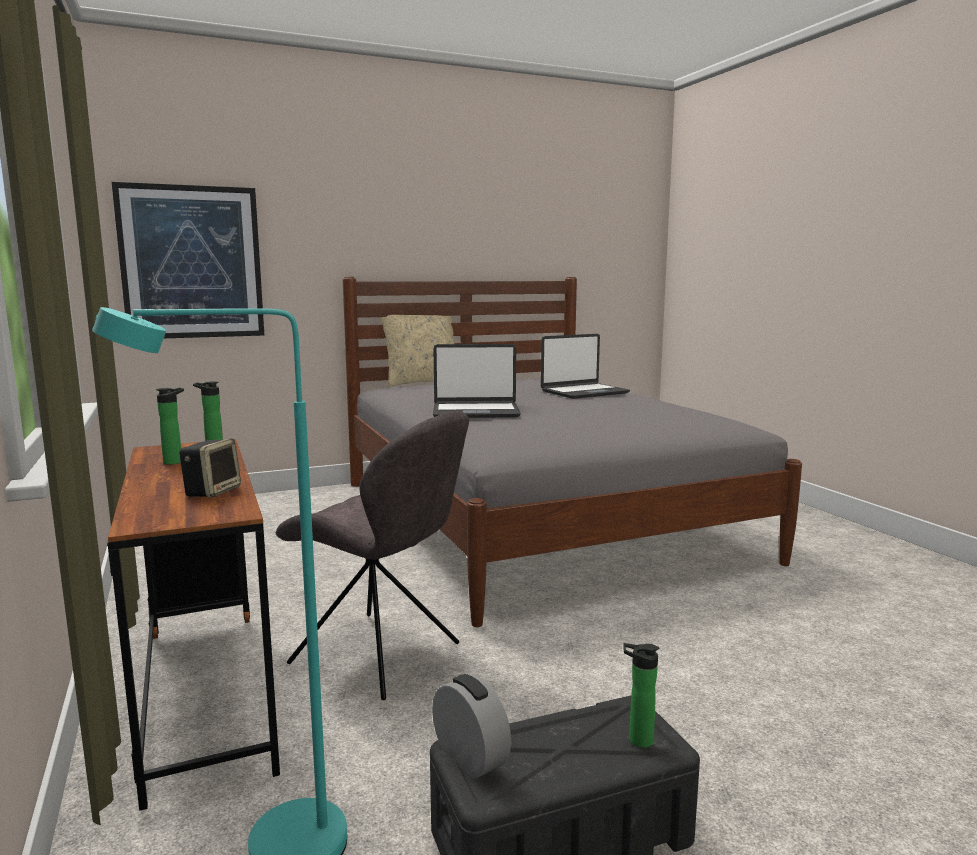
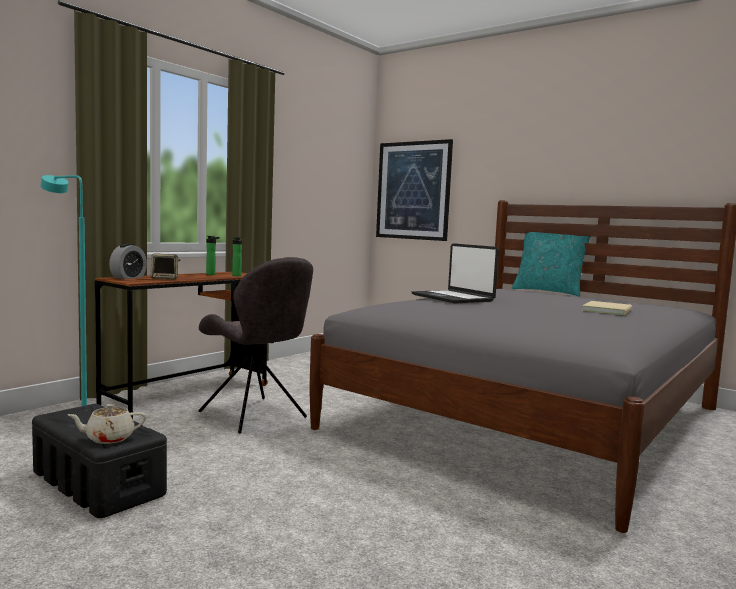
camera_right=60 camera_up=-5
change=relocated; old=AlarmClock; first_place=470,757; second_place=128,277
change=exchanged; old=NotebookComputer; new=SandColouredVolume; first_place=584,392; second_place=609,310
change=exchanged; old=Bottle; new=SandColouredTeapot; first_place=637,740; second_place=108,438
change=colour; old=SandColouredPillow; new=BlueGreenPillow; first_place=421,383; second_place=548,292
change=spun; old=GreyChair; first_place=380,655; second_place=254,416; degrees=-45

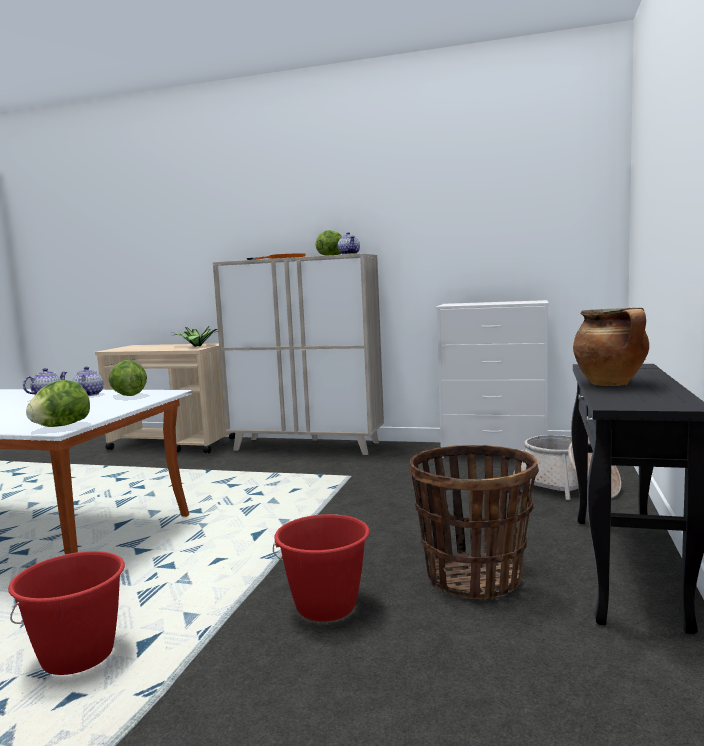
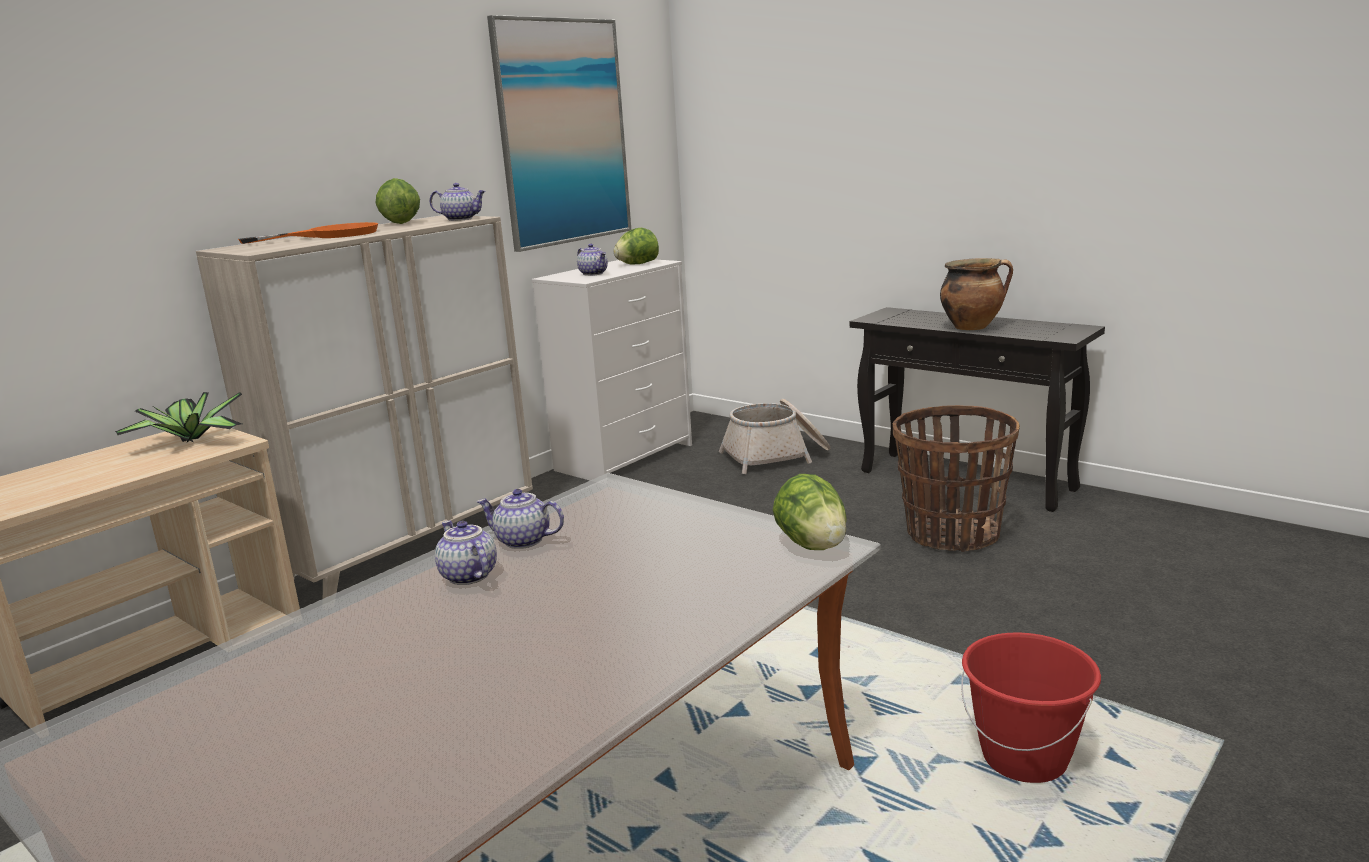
camera_right=-65 camera_up=10
change=missing; old=ReddishPail; first_place=326,607
change=appeared; new=WallArt; second_place=563,133
change=appeared; new=Teapot; second_place=594,273
change=relocated; old=HeadOfLettuce; first_place=128,395; second_place=637,264

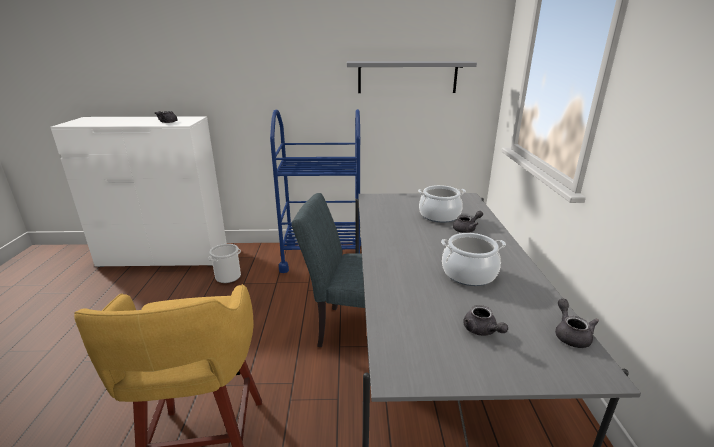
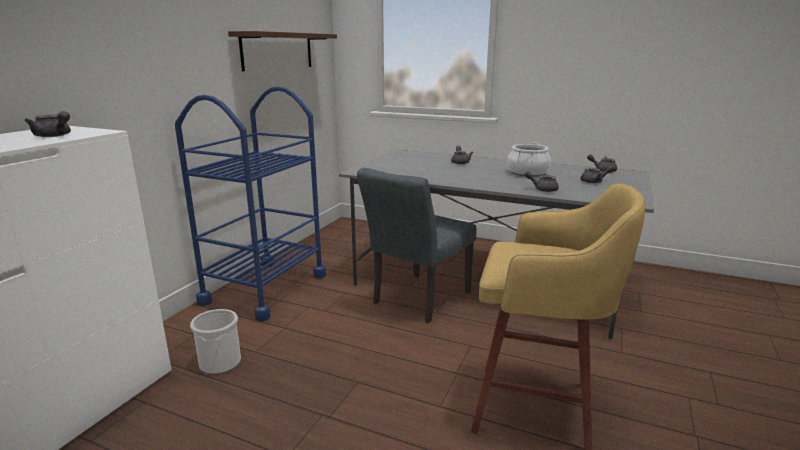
camera_right=-65 camera_up=-5
change=missing; old=Saucepot; first_place=439,216
change=appeared; new=GreyTeapot; second_place=542,189
change=colour; old=GreyShelf; new=BrownShelf; first_place=407,77; second_place=278,51

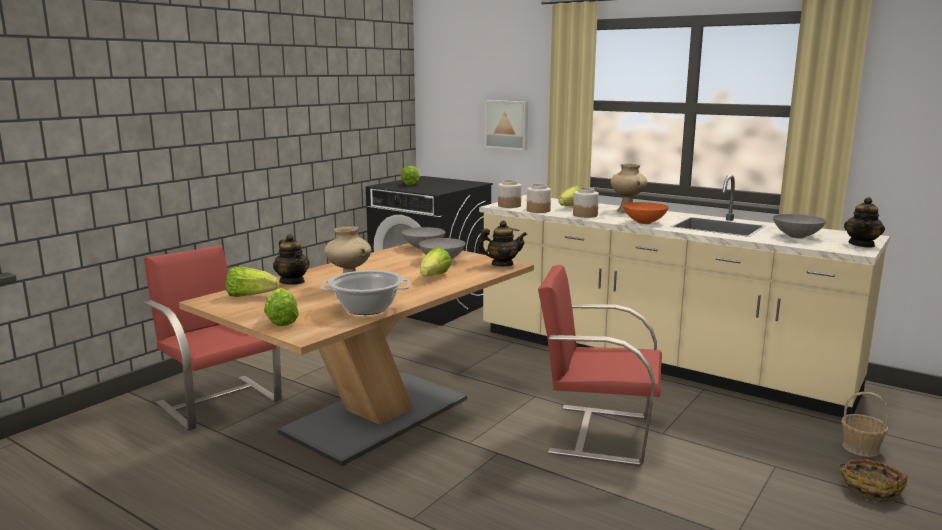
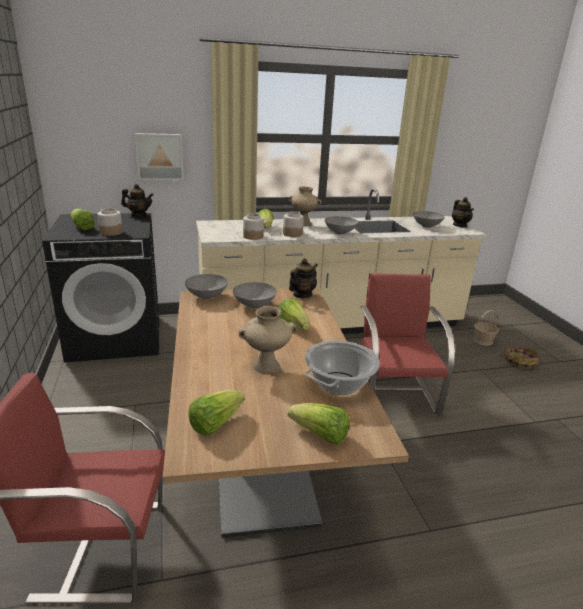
camera_right=-50 camera_up=10
change=relocated; old=Teapot; first_place=292,282; second_place=139,215
change=relocated; old=StorageJar; first_place=509,206; second_place=111,232
change=colour; old=OrangeDeepDish; new=GreyDeepDish; first_place=645,222; second_place=340,232
change=spun; old=ReddishChair; first_place=597,433; second_place=394,394; degrees=120

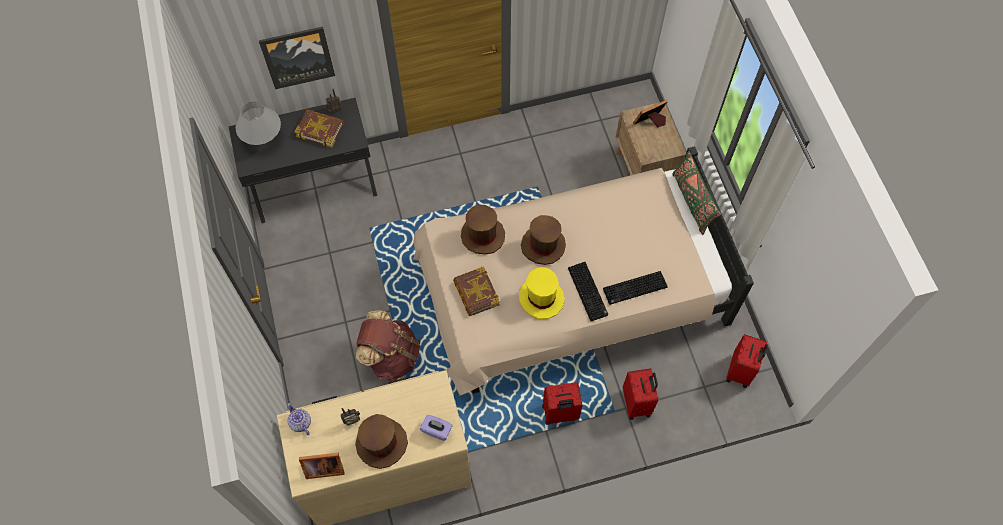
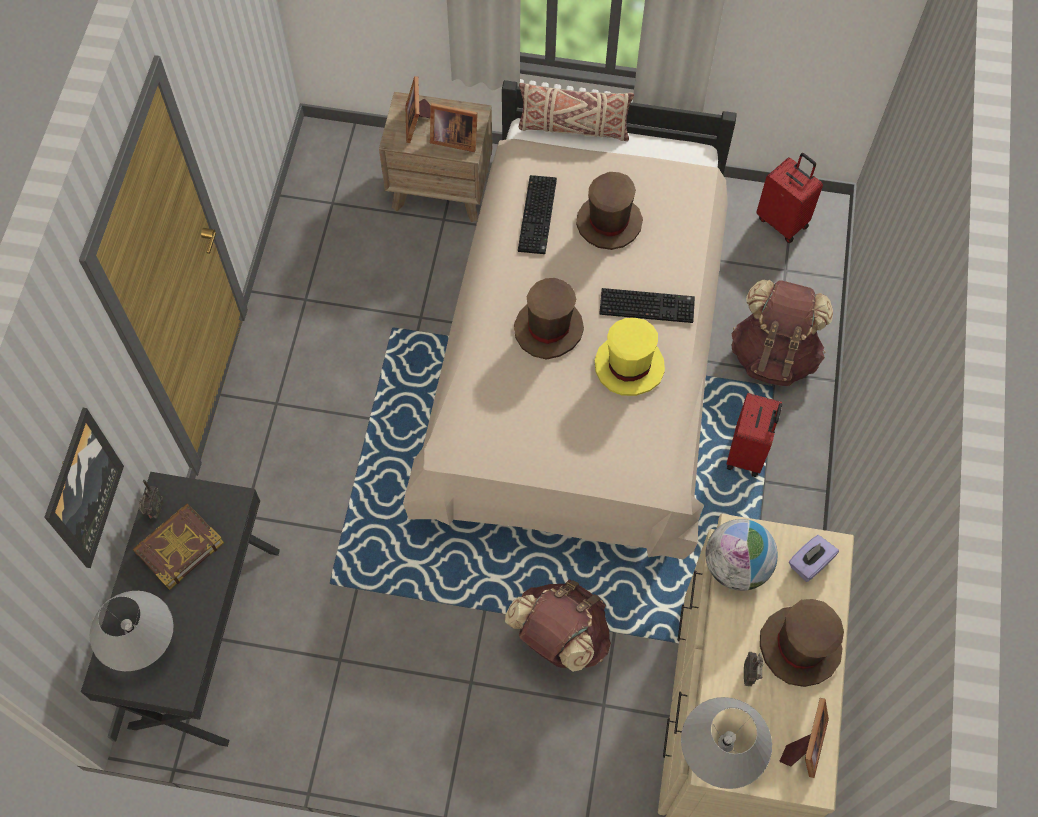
camera_right=-65 camera_up=0
change=missing; old=Volume; first_place=476,293
change=appeared; new=PictureFrame; second_place=453,138
change=appeared; new=DeskGlobe; second_place=736,566
change=relocated; old=BrownClothingHat; first_place=482,235; second_place=609,223
change=relocated; old=ComputerKeyboard; first_place=634,289; second_place=538,216
change=exchanged; old=Teapot; new=GreyLampForATable; first_place=300,423; second_place=719,752
change=exchanged; old=ReddishPieceOfLuggage; new=BrownBackpack; first_place=637,403; second_place=773,355
change=colour; old=GreenishPillow; new=SandColouredPillow; first_place=692,201; second_place=573,128

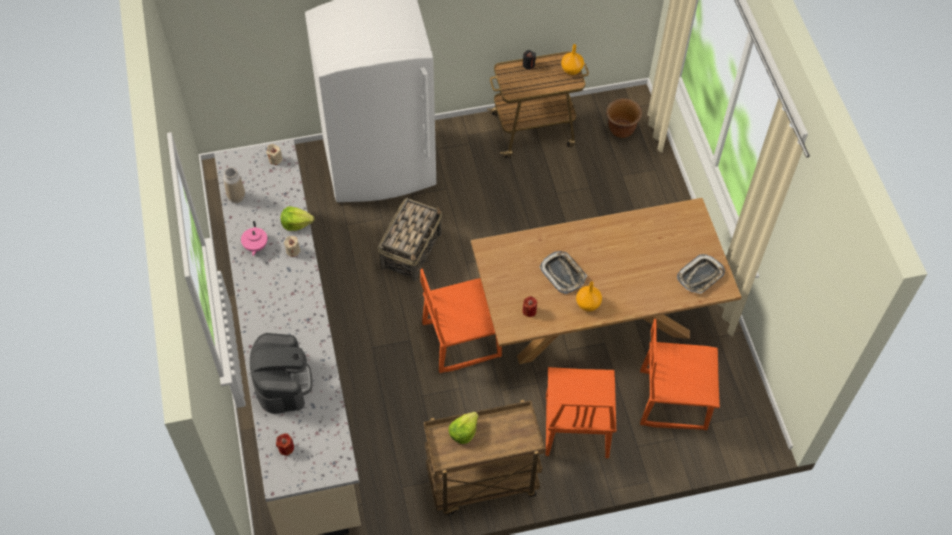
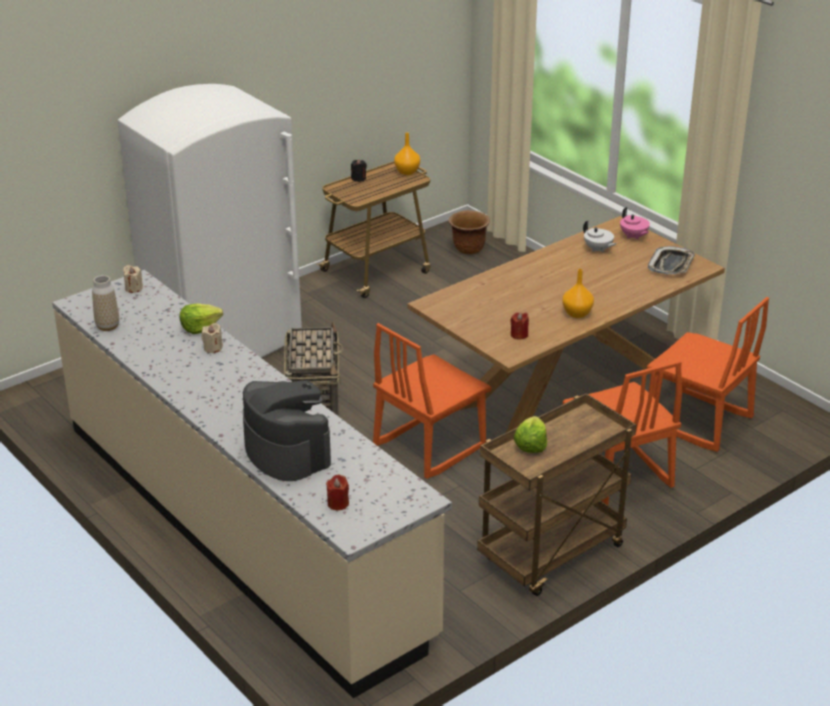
camera_right=-25 camera_up=-25
change=missing; old=CarryingTray; first_place=563,274
change=appeared; new=WhiteTeapot; second_place=598,249
change=relocated; old=PinkTeapot; first_place=255,246; second_place=633,237
change=spun; old=OrangeChair; first_place=673,399; second_place=698,422; degrees=-120

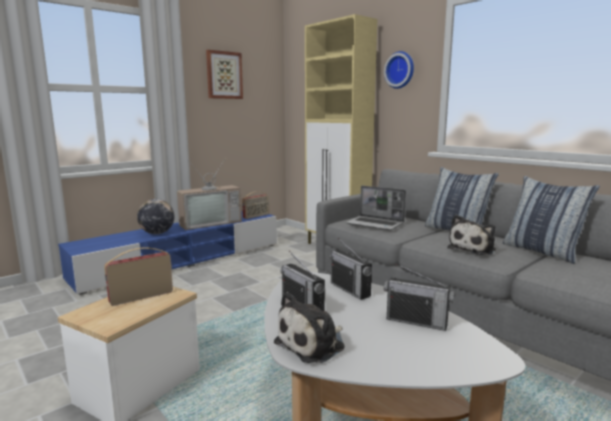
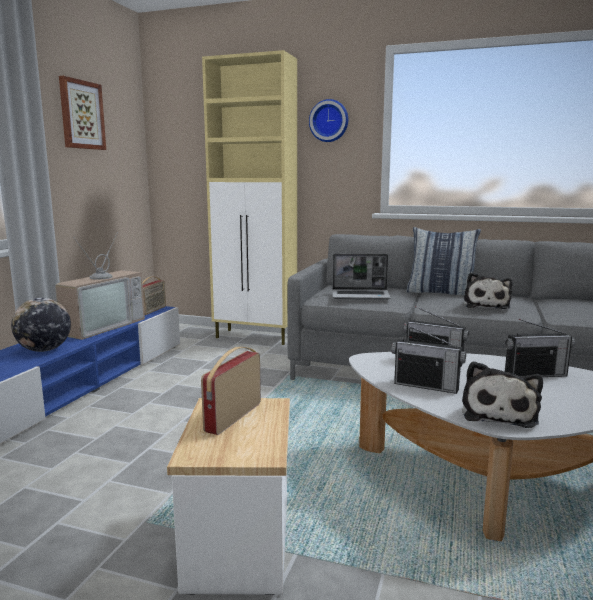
camera_right=-30 camera_up=0
change=missing; old=Pillow; first_place=542,251

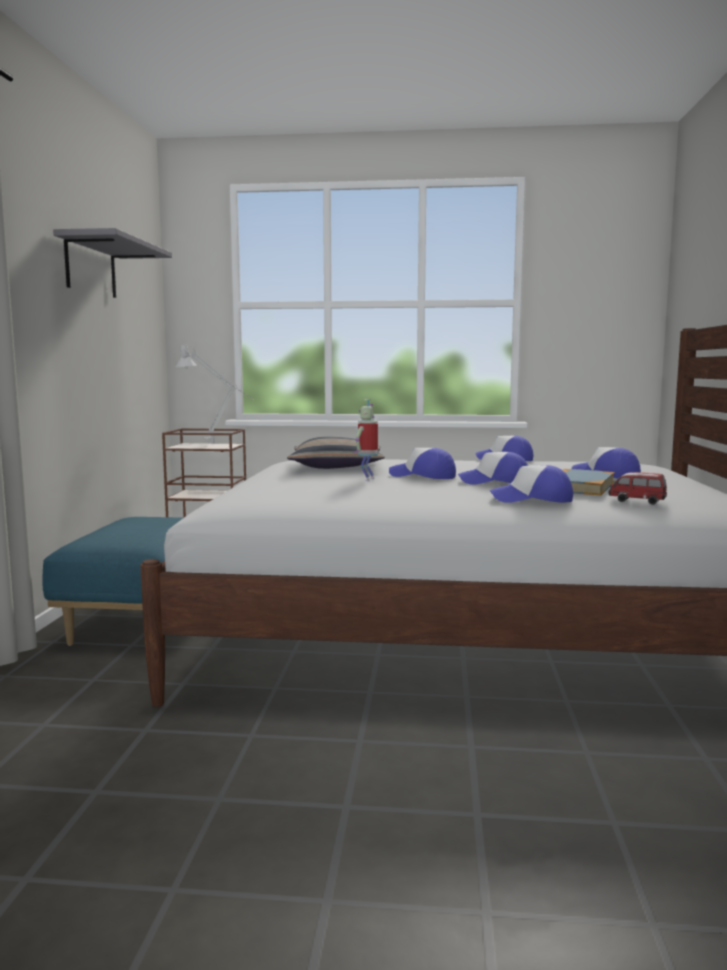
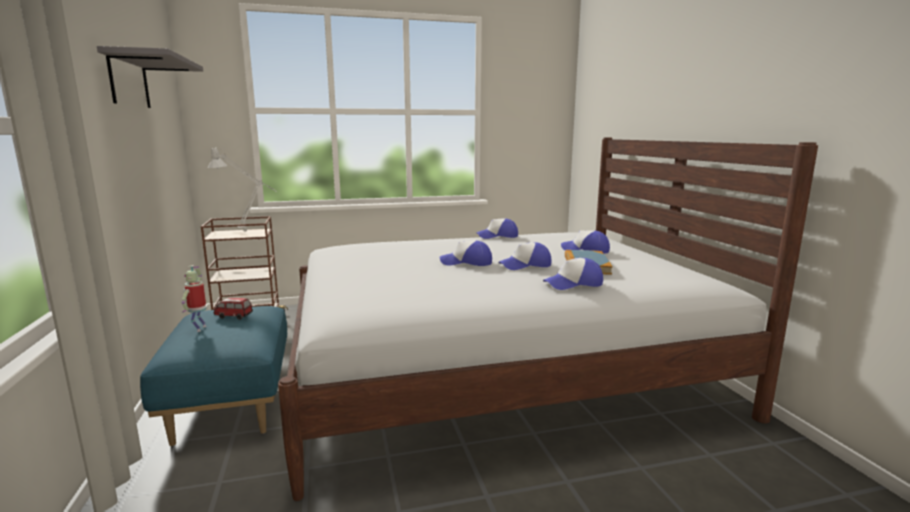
camera_right=-20 camera_up=5
change=missing; old=Pillow; first_place=336,466
change=relocated; old=RobotFigure; first_place=367,479; second_place=199,328
change=relocated; old=ModelCar; first_place=636,501; second_place=233,316

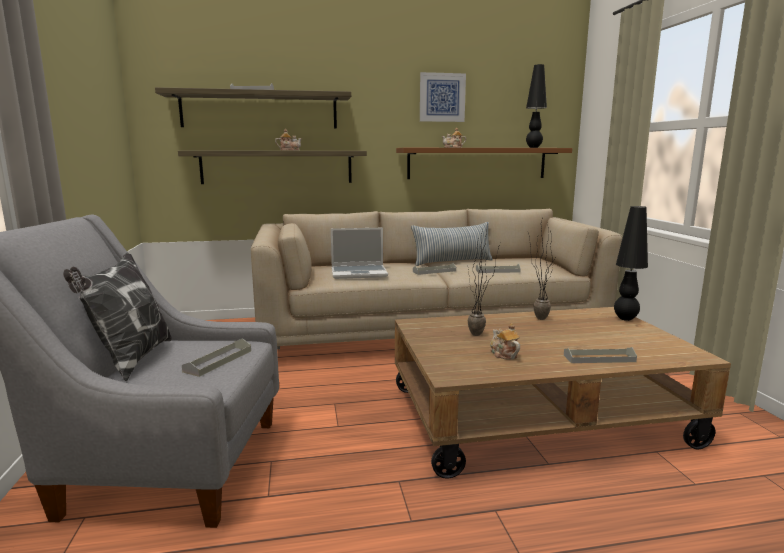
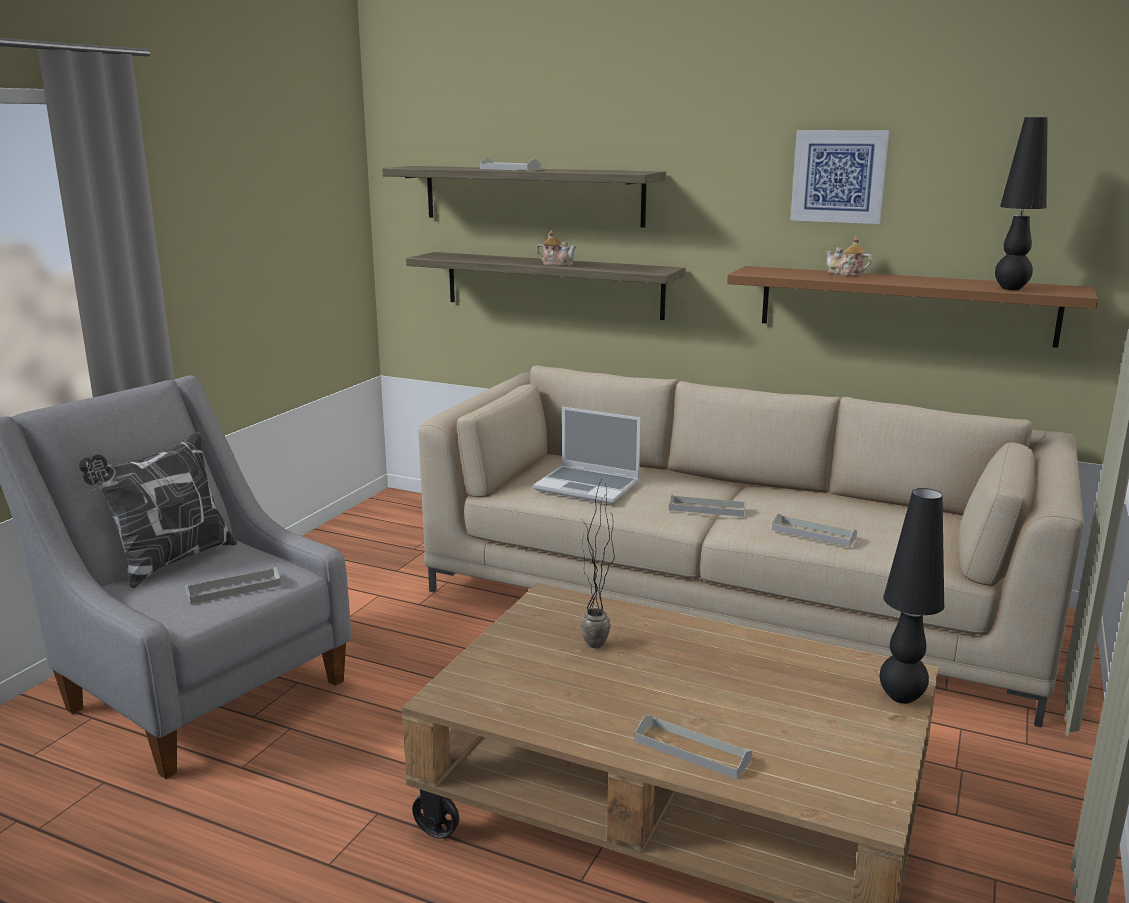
camera_right=35 camera_up=5
change=missing; old=Pillow; first_place=452,262
change=missing; old=Teapot; first_place=503,354
change=missing; old=PottedPlant; first_place=536,317

